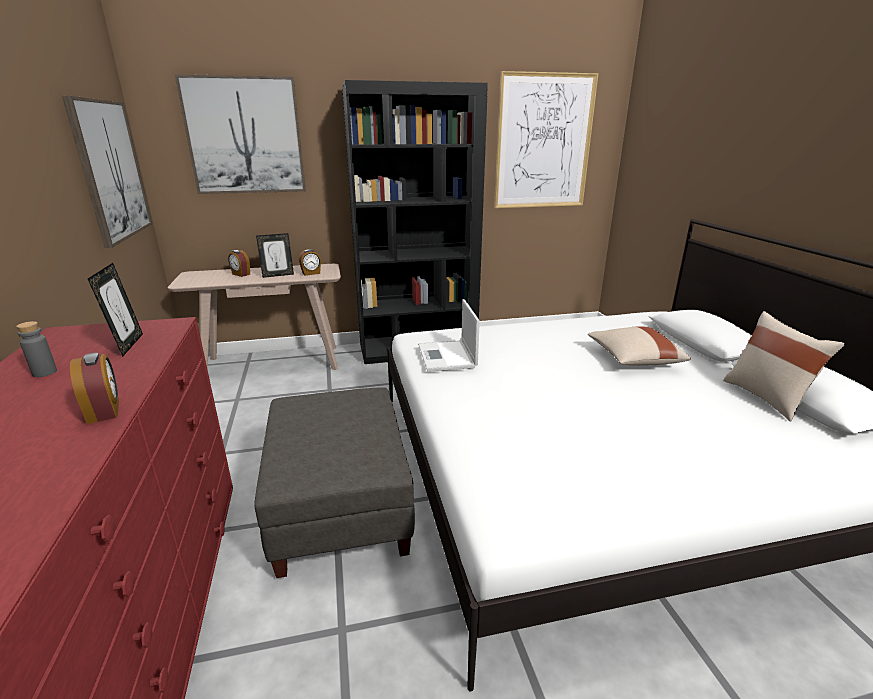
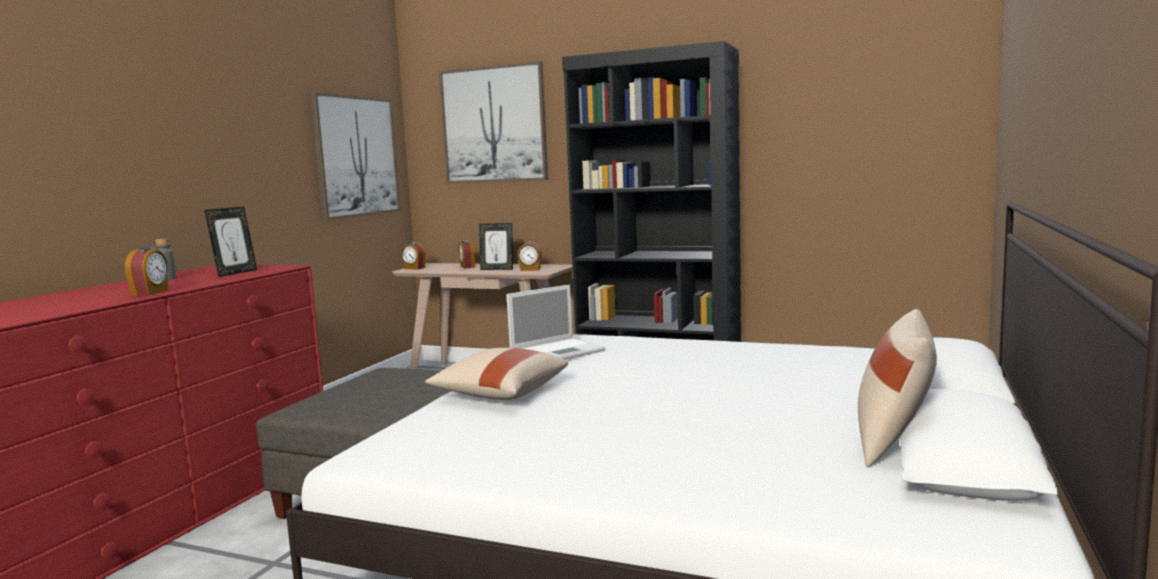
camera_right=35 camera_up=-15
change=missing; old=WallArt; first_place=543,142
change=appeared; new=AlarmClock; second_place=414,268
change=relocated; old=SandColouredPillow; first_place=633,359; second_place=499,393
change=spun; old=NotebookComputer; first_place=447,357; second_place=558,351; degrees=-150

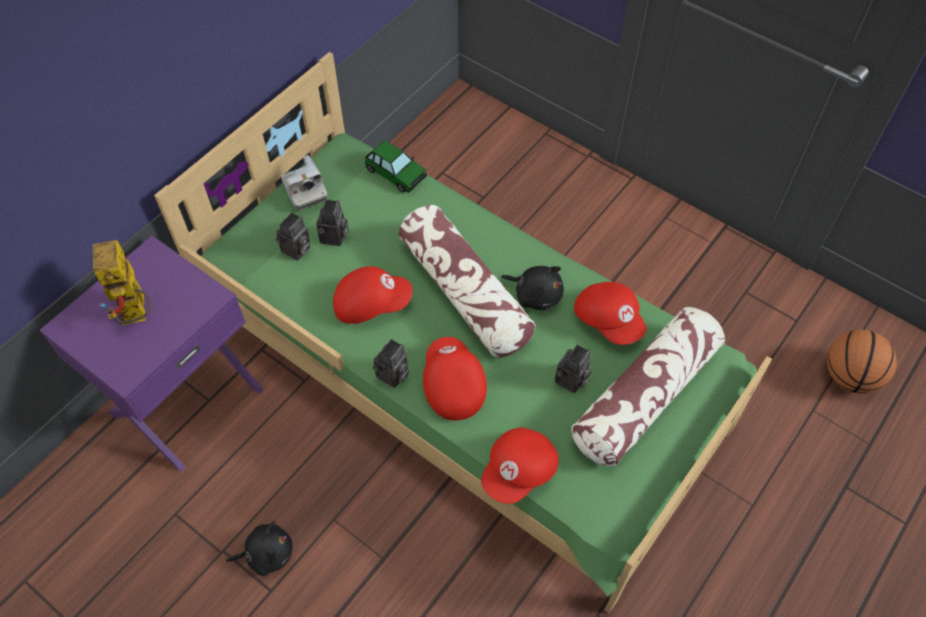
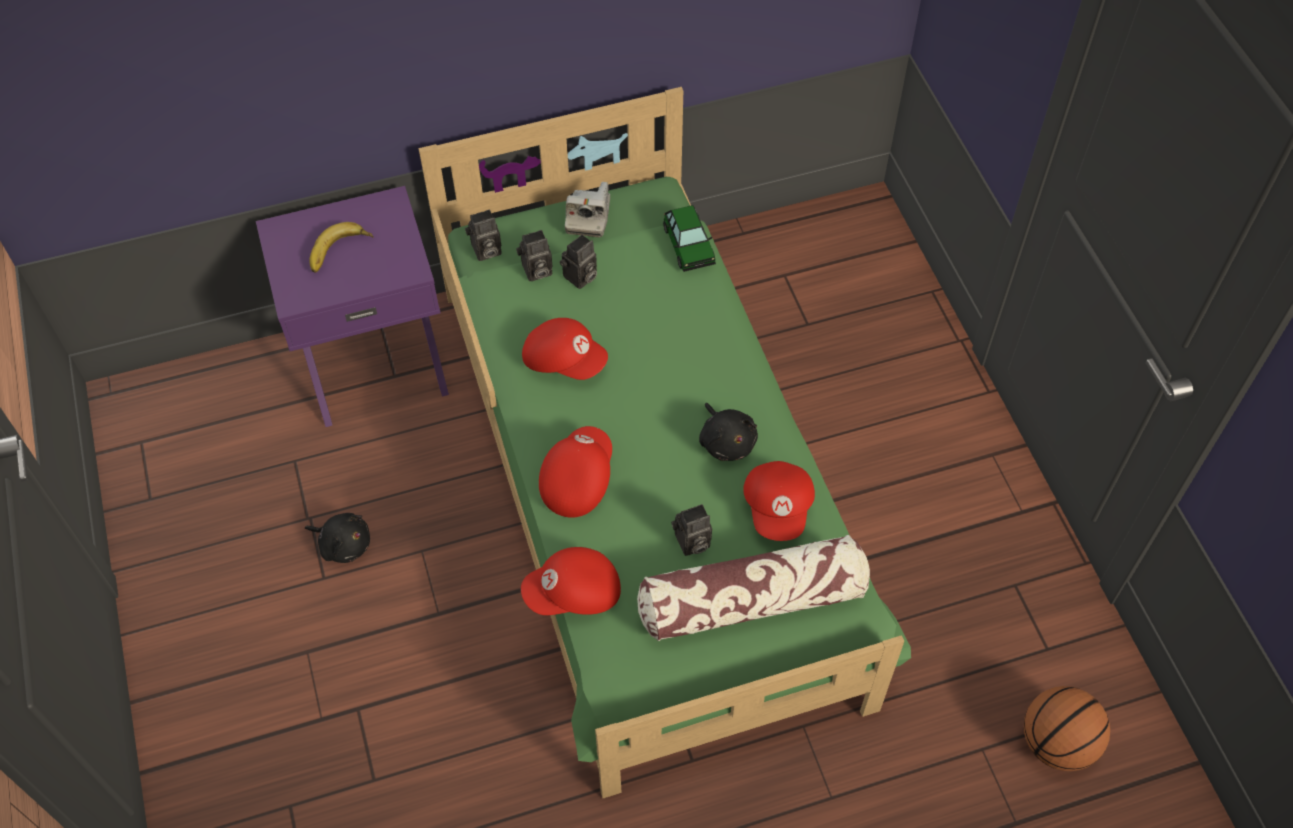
camera_right=35 camera_up=0
change=missing; old=Pillow; first_place=465,292
change=relocated; old=PhotoCamera; first_place=393,376; second_place=485,251
change=exchanged; old=RobotFigure; new=WholeBanana; first_place=138,315; second_place=340,252

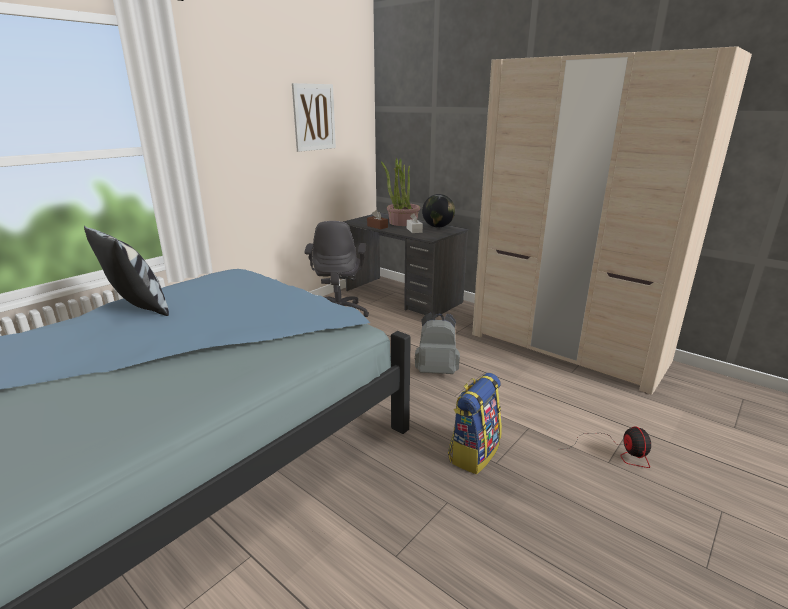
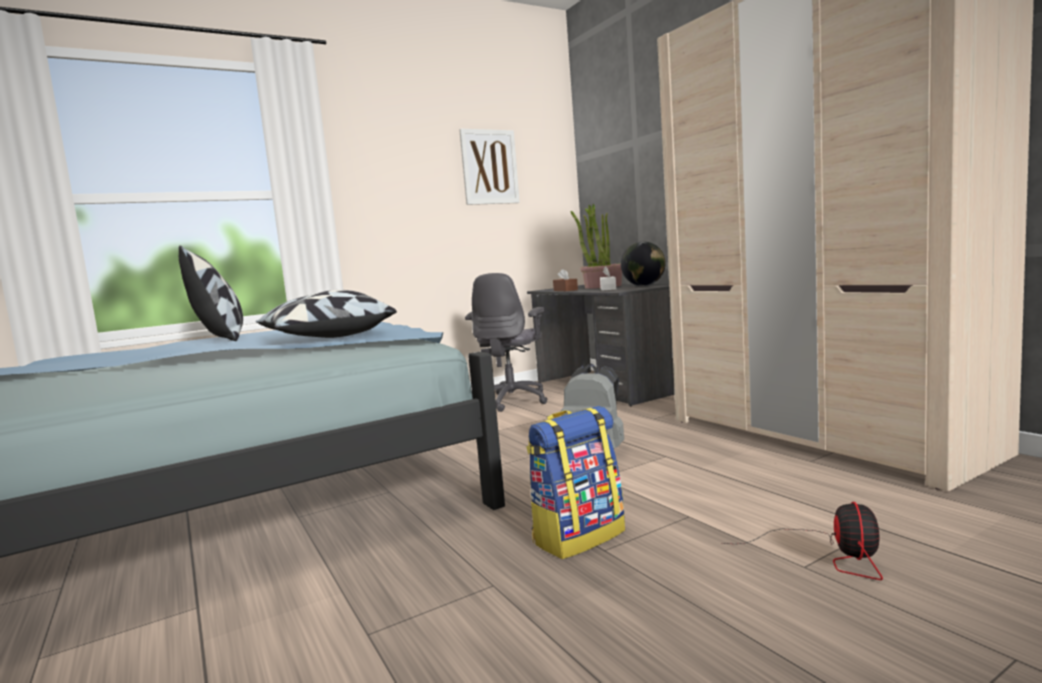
camera_right=20 camera_up=-15
change=appeared; new=Pillow; second_place=326,338

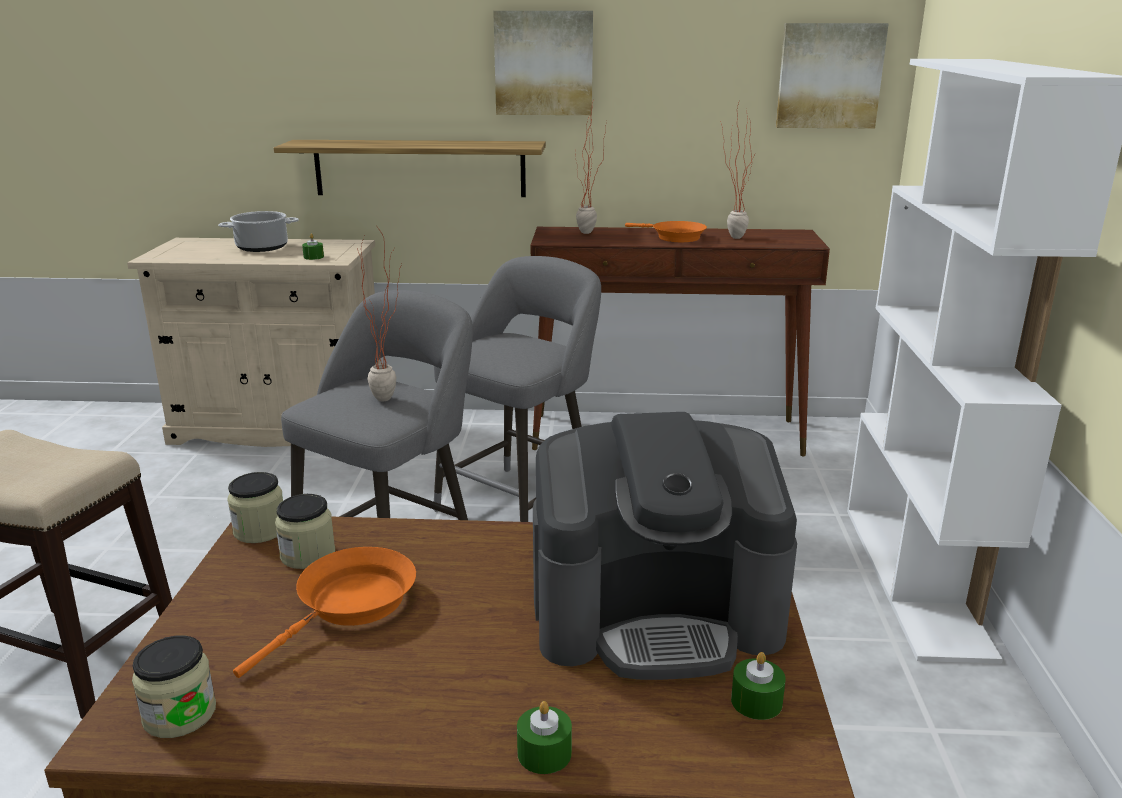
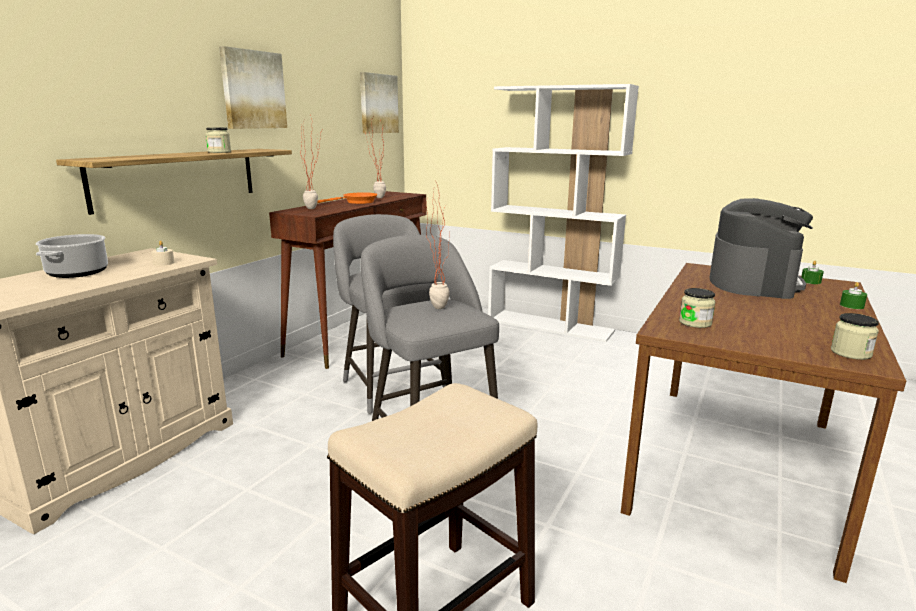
camera_right=-65 camera_up=-5
change=missing; old=OrangeSkillet; first_place=350,606
change=relocated; old=StorageJar; first_place=260,530; second_place=219,152
change=colour; old=GreenishWaxLight; new=SandColouredWaxLight; first_place=313,257; second_place=163,263

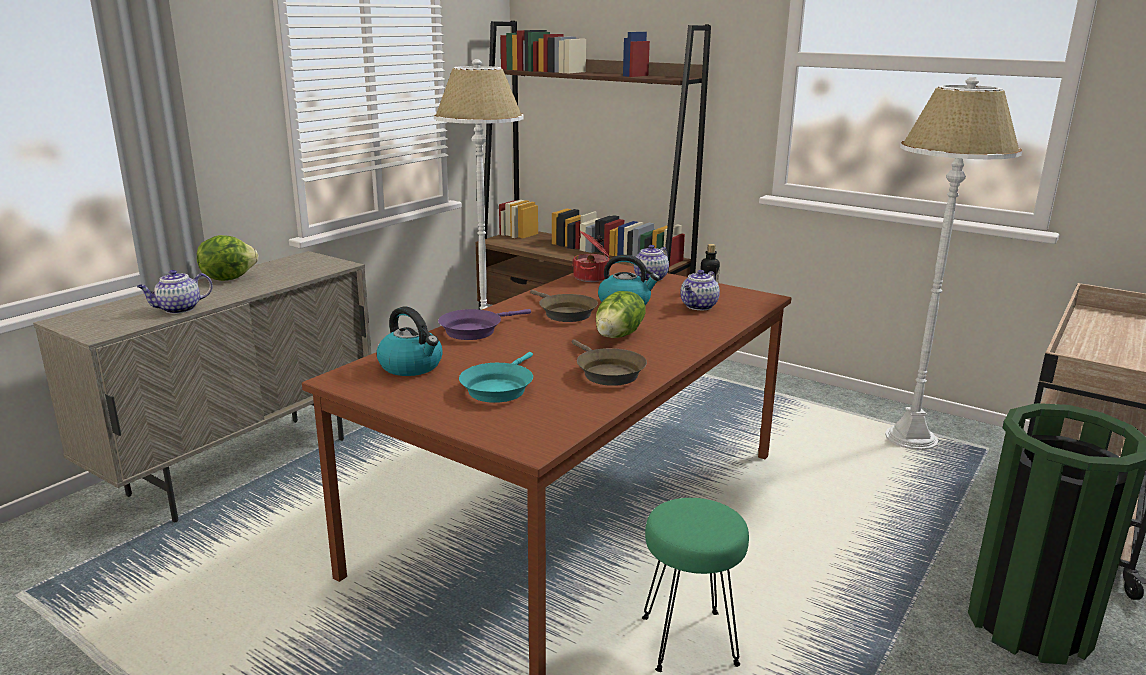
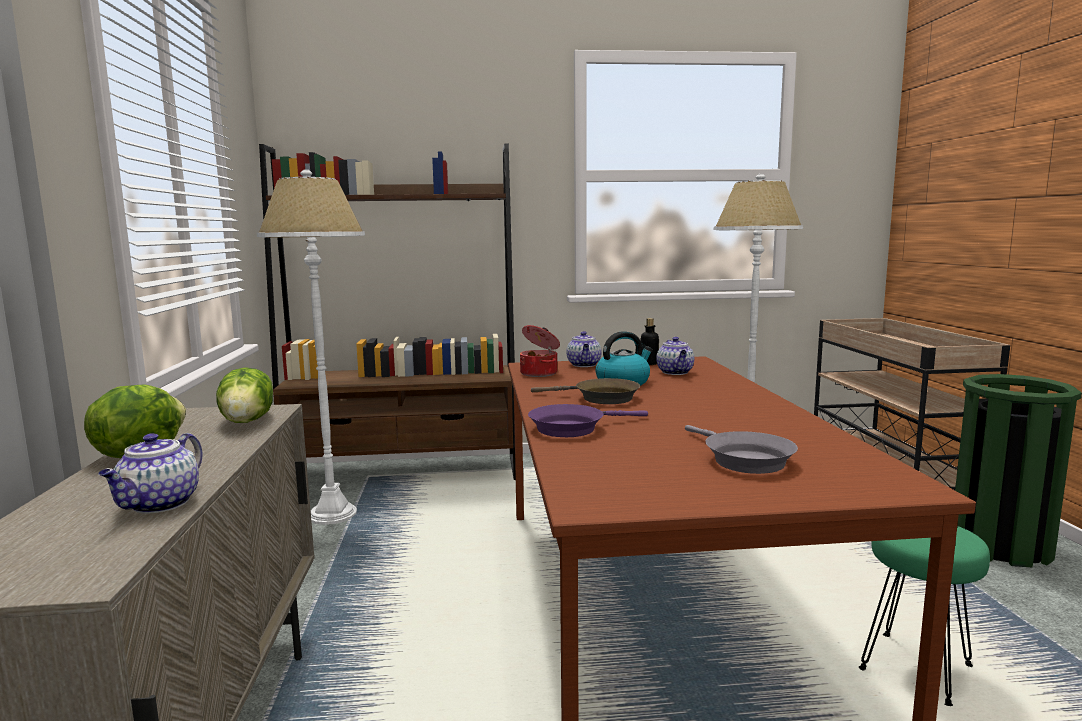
camera_right=-40 camera_up=-10
change=missing; old=WaterKettle; first_place=412,366
change=missing; old=BrownSkillet; first_place=607,372
change=relocated; old=HeadOfLettuce; first_place=619,335; second_place=248,421
change=colour; old=BlueGreenSkillet; new=GreySkillet; first_place=499,388; second_place=743,459
change=spun; old=PurplishSkillet; first_place=475,330; second_place=572,428; degrees=60

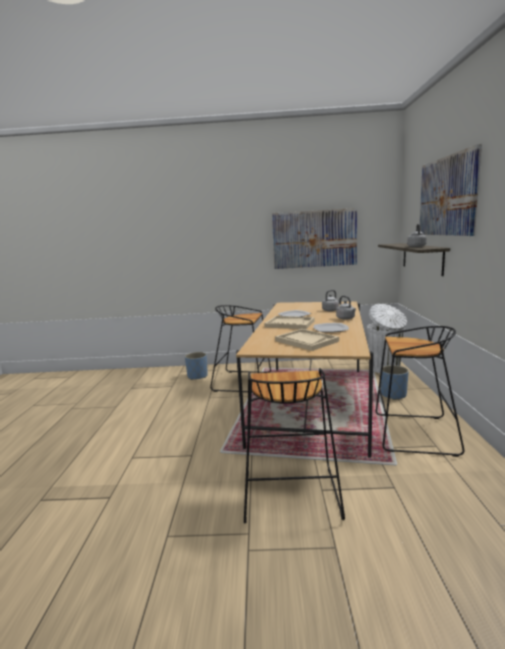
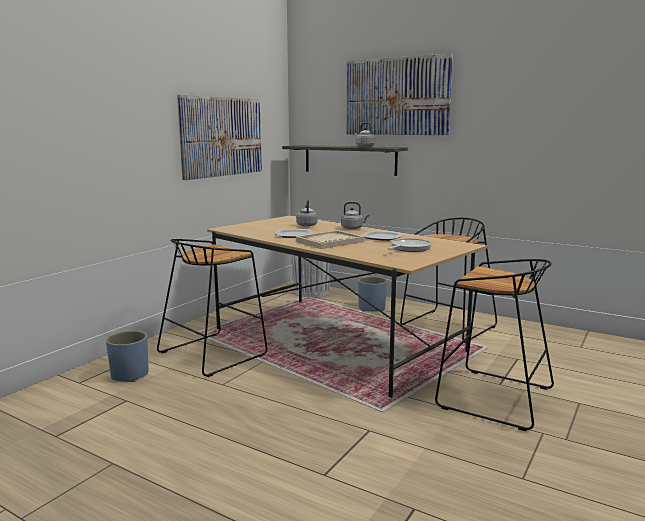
camera_right=-60 camera_up=0
change=exchanged; old=SandColouredCarryingTray; new=Skillet; first_place=306,341; second_place=409,248

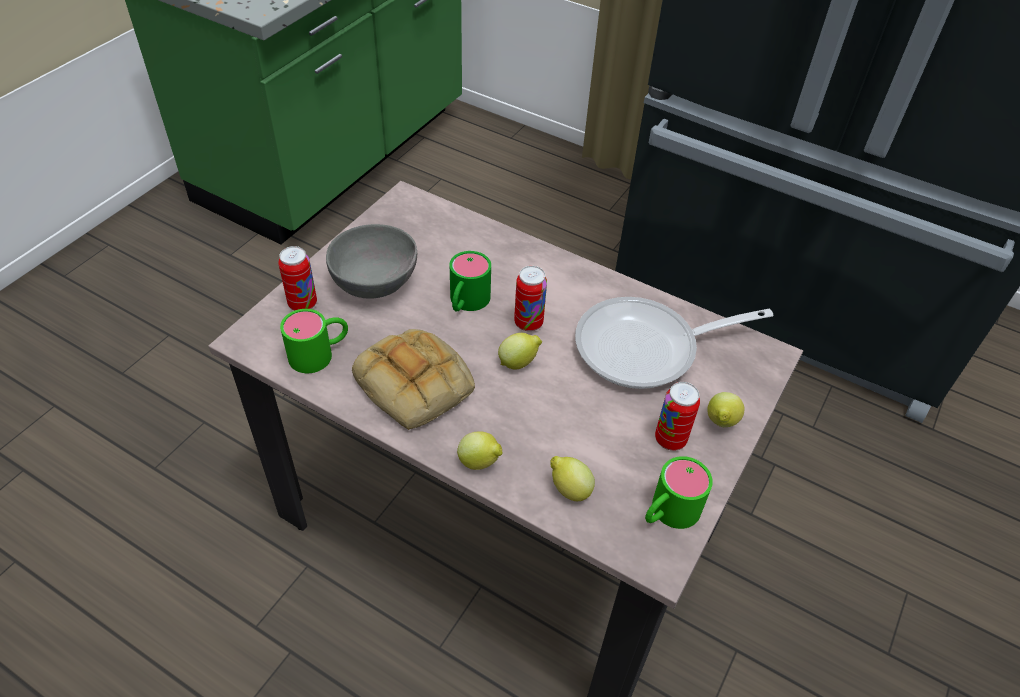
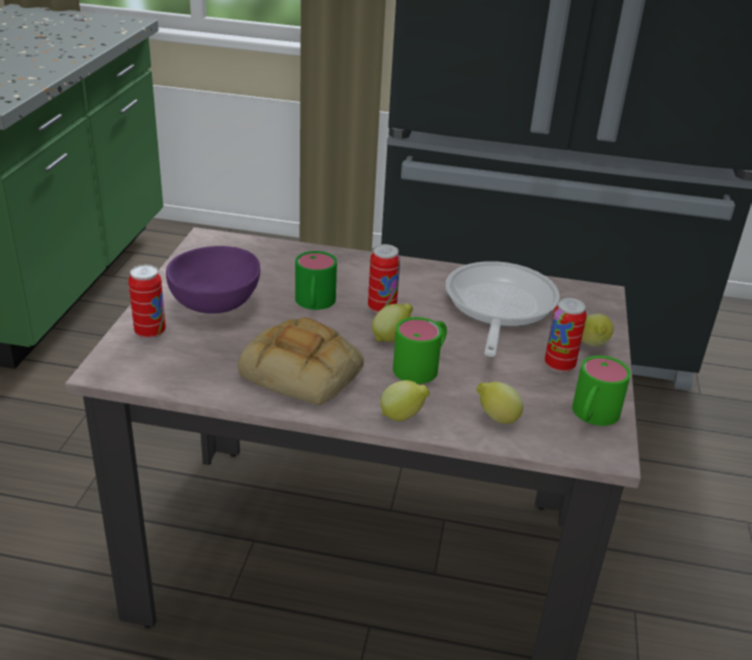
camera_right=-20 camera_up=-15
change=relocated; old=GreenishCoffeeMug; first_place=320,353; second_place=422,365
change=colour; old=GreyDeepDish; new=PurplishDeepDish; first_place=377,284; second_place=218,305
change=spun; old=Skillet; first_place=646,349; second_place=497,308; degrees=135

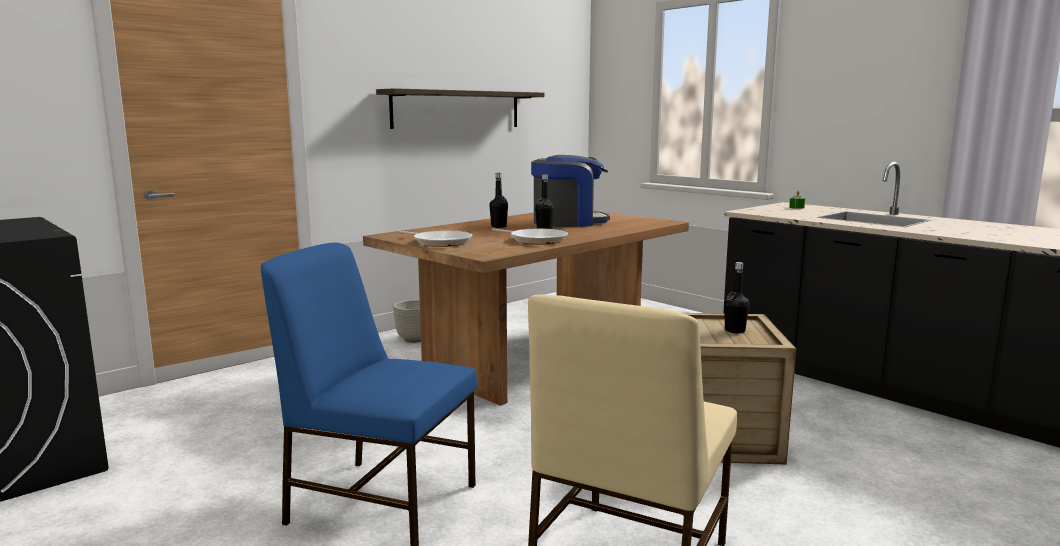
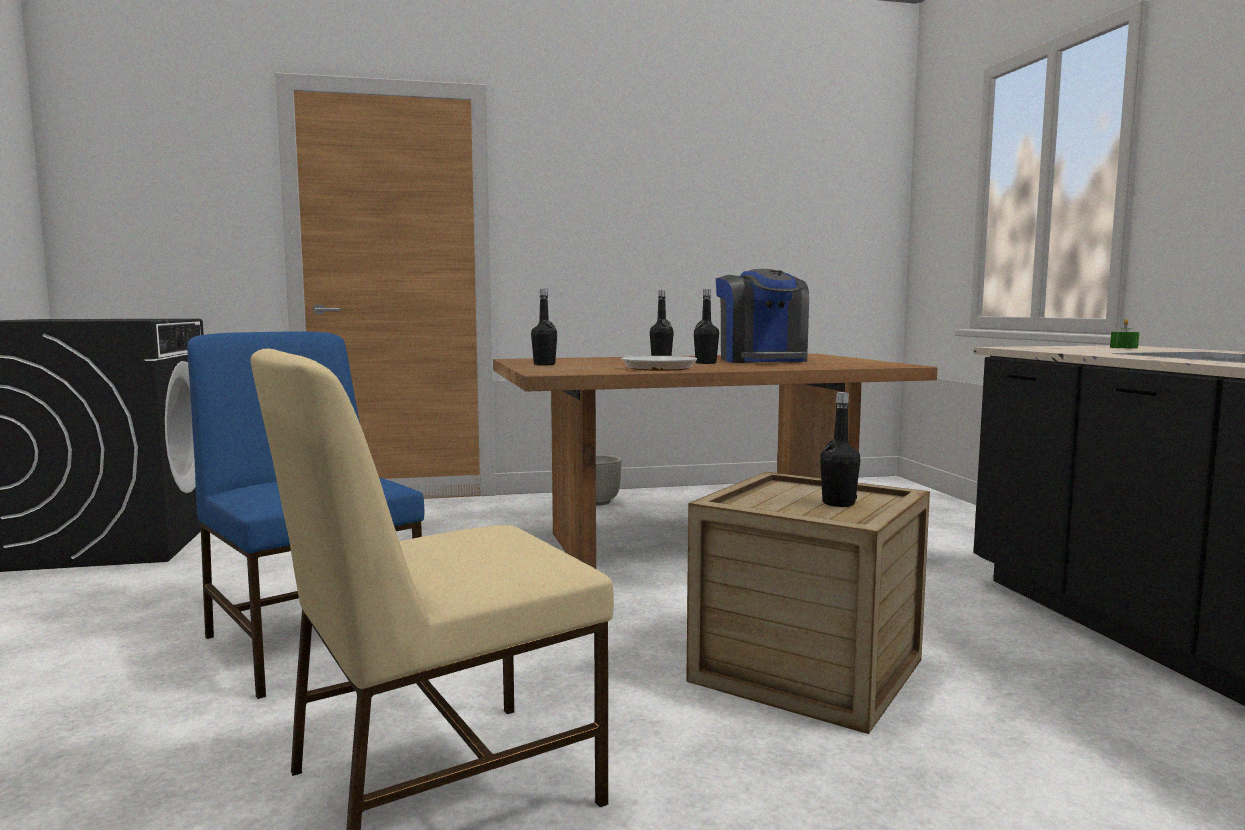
camera_right=30 camera_up=-5
change=missing; old=Shelf; first_place=457,109
change=exchanged; old=Skillet; new=BlackishBottle; first_place=440,242; second_place=544,364
change=spun; old=CoffeeBrewer; first_place=568,222; second_place=762,360; degrees=60

